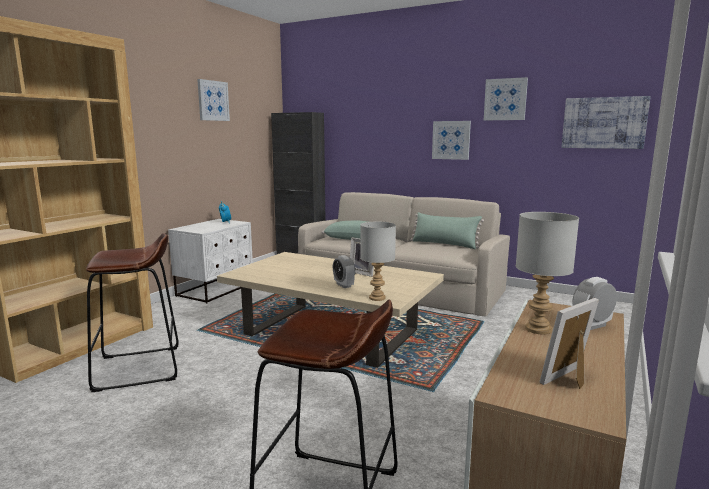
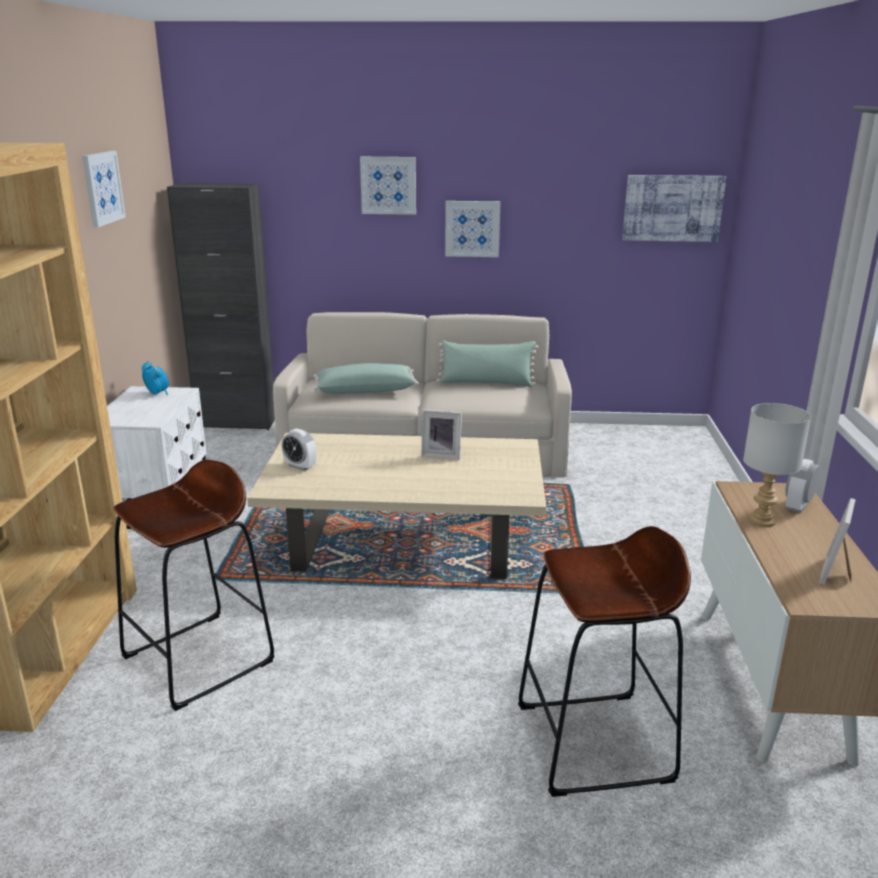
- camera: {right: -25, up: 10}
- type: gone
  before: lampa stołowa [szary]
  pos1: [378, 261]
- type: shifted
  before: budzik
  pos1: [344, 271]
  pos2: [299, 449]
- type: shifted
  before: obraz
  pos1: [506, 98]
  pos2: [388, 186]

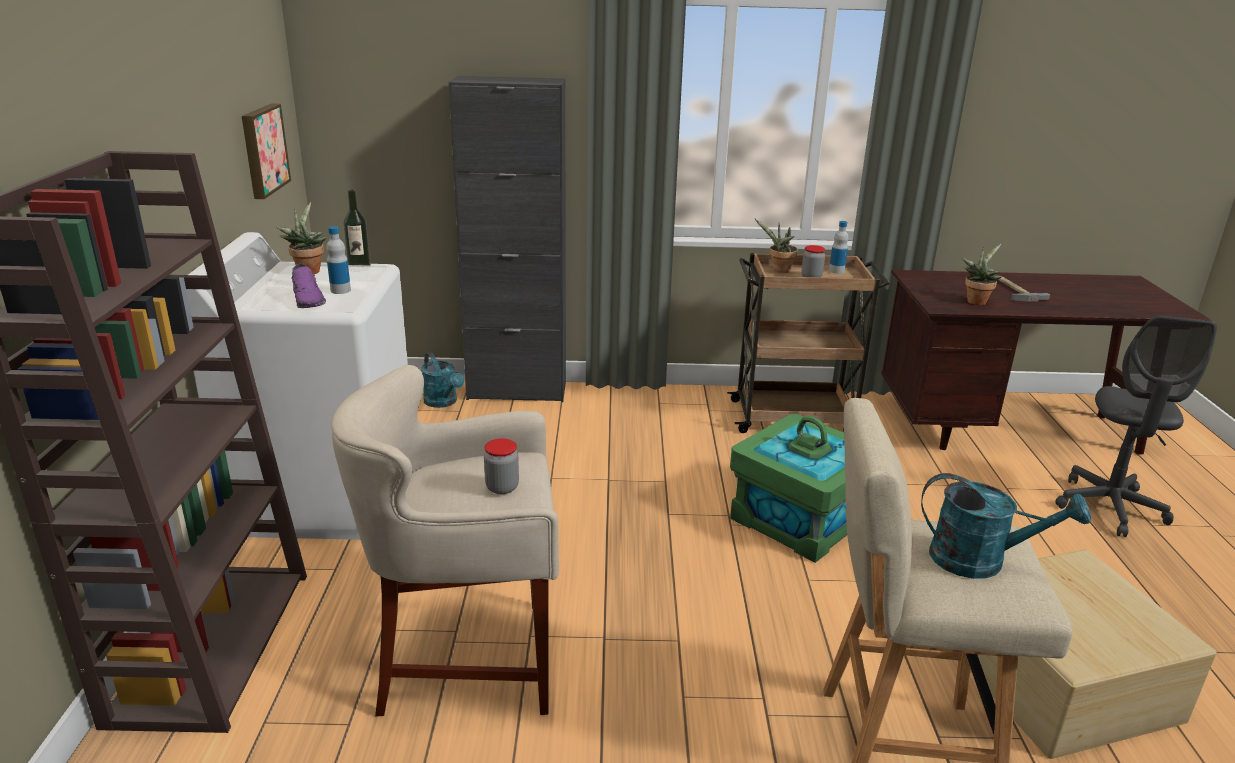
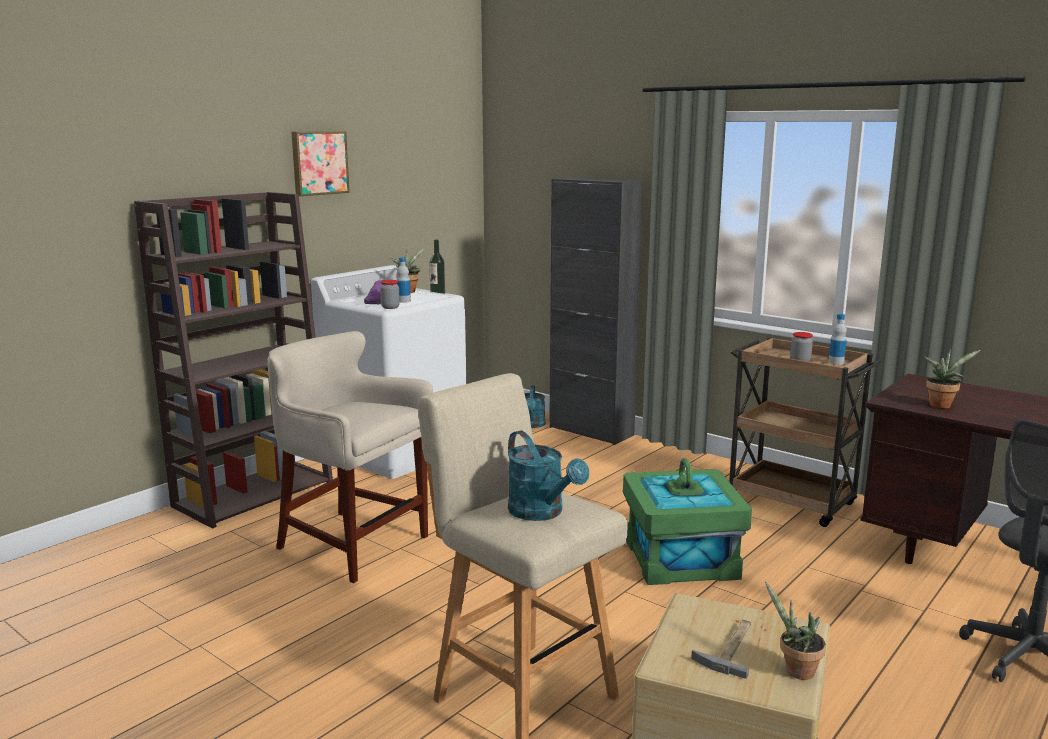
- camera: {right: 40, up: -10}
- type: shifted
  before: obraz
  pos1: [266, 151]
  pos2: [321, 163]
- type: shifted
  before: słoik
  pos1: [501, 466]
  pos2: [390, 294]
- type: shifted
  before: roślina doniczkowa
  pos1: [776, 246]
  pos2: [795, 630]
- type: shifted
  before: młotek
  pos1: [1024, 288]
  pos2: [721, 649]

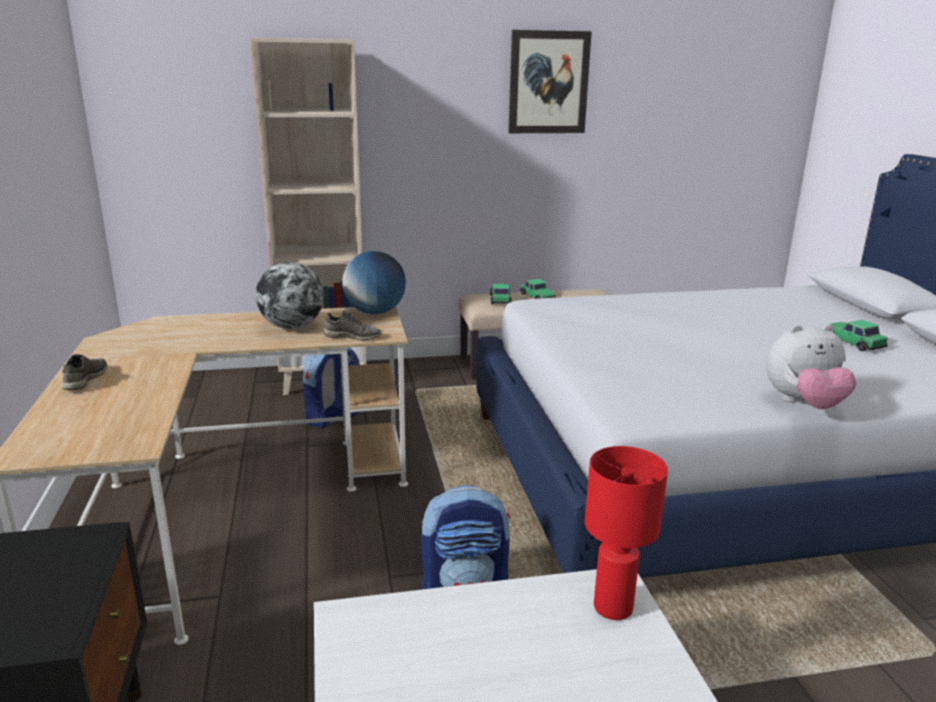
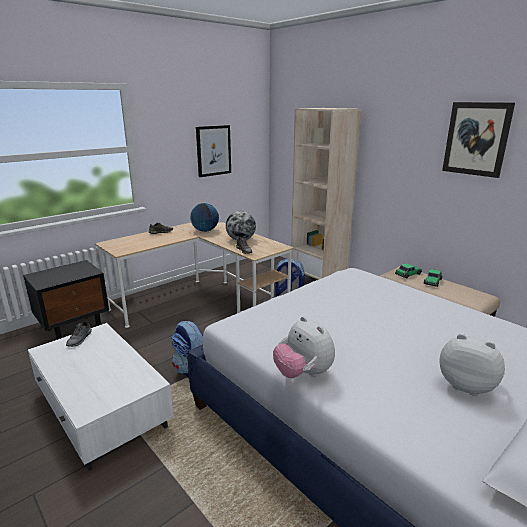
- camera: {right: 60, up: 0}
- type: gone
  before: lampa stołowa [czerwony]
  pos1: [626, 533]
- type: new
  after: but [szary]
  pos2: [79, 333]
- type: new
  after: obraz
  pos2: [213, 151]
- type: shifted
  before: globus
  pos1: [374, 282]
  pos2: [204, 217]
- type: swapped
  before: samochodzik
  after: pluszak
  pos1: [859, 335]
  pos2: [472, 365]

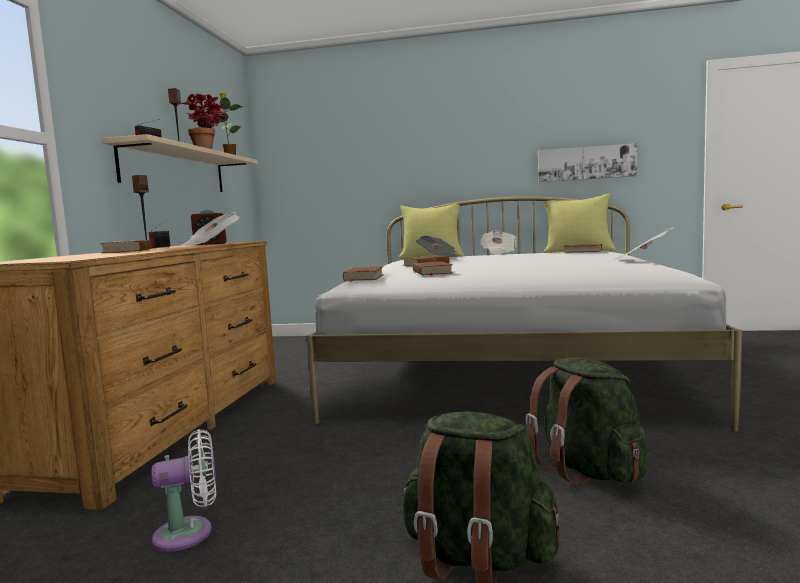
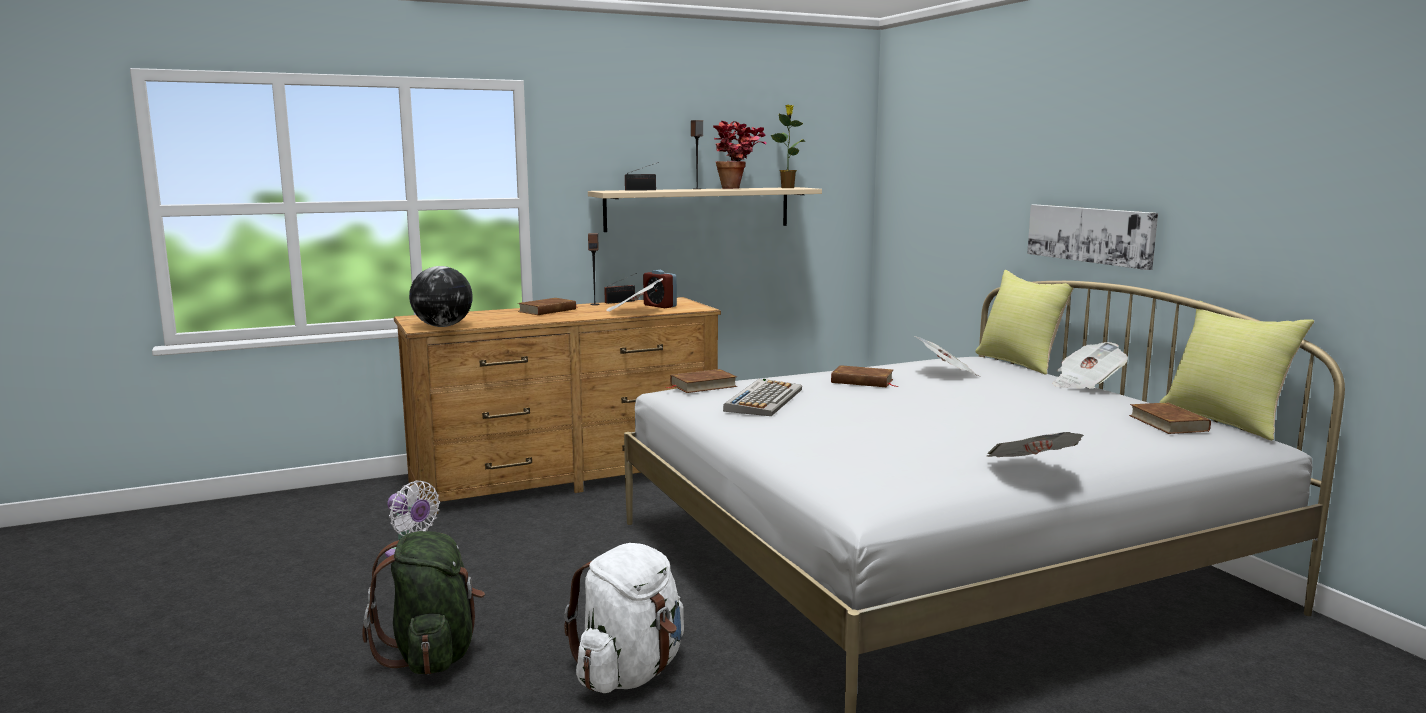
- camera: {right: 55, up: 5}
- type: new
  after: globus
  pos2: [441, 296]
- type: shifted
  before: obraz
  pos1: [587, 162]
  pos2: [1092, 237]
- type: swapped
  before: książka [brązowy]
  after: klawiatura
  pos1: [433, 268]
  pos2: [762, 397]
- type: repainted
  before: plecak [zielony]
  after: plecak [biały]
  pos1: [586, 421]
  pos2: [624, 618]

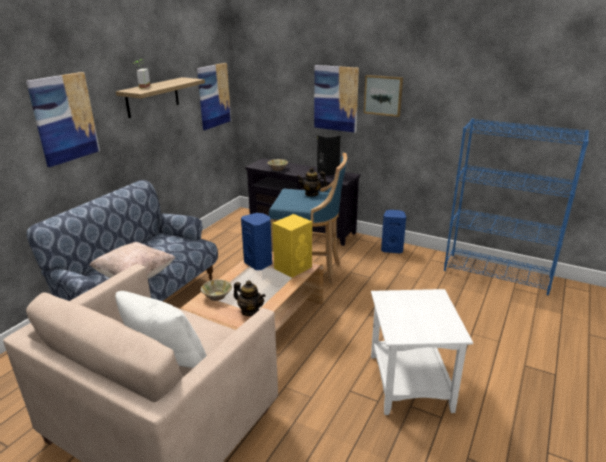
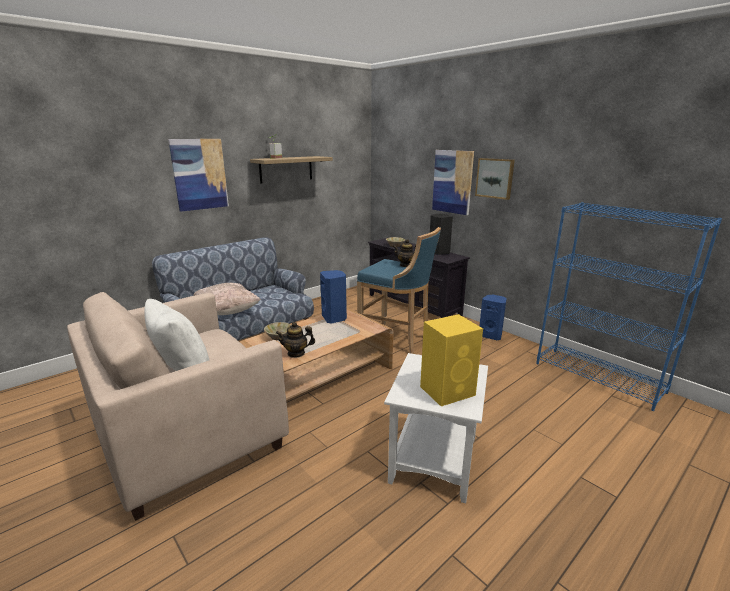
- camera: {right: 20, up: -5}
- type: gone
  before: obraz
  pos1: [214, 96]
- type: shifted
  before: głośnik [żółty]
  pos1: [292, 246]
  pos2: [451, 360]
- type: rotated
  before: imbryk
  pos1: [250, 298]
  pos2: [295, 340]
  turn: 120

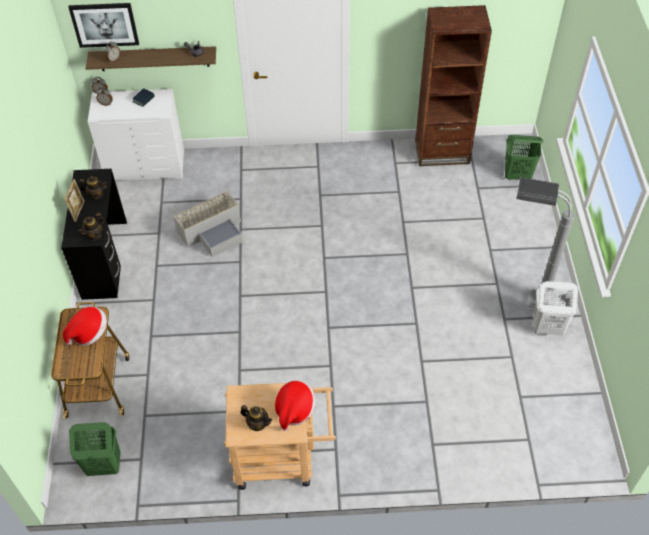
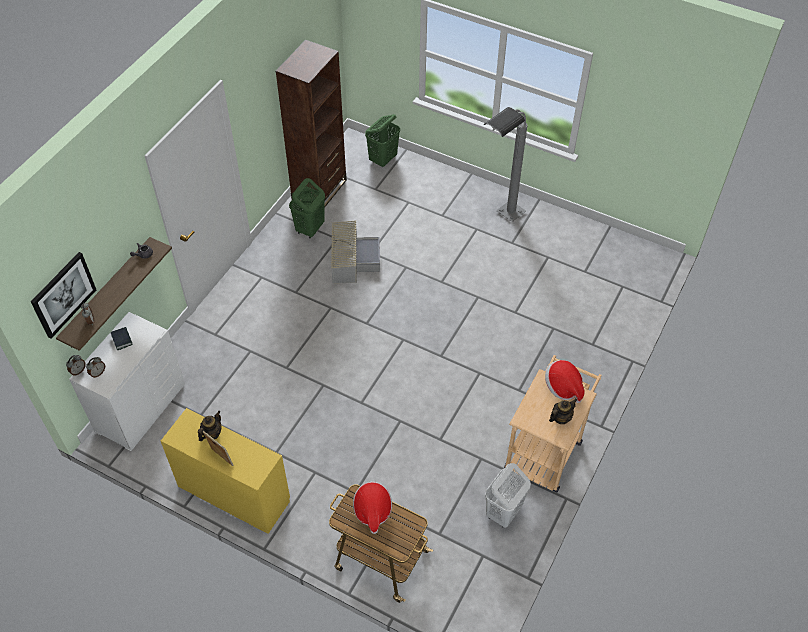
- camera: {right: -60, up: 0}
- type: gone
  before: imbryk
  pos1: [91, 227]
- type: shifted
  before: kosz na pranie [zielony]
  pos1: [94, 449]
  pos2: [307, 208]
- type: shifted
  before: pojemnik do przechowywania [szary]
  pos1: [208, 223]
  pos2: [355, 252]
- type: shifted
  before: kosz na pranie [biały]
  pos1: [555, 308]
  pos2: [508, 495]
- type: repainted
  before: biurko [czarny]
  after: biurko [żółty]
  pos1: [94, 234]
  pos2: [225, 471]

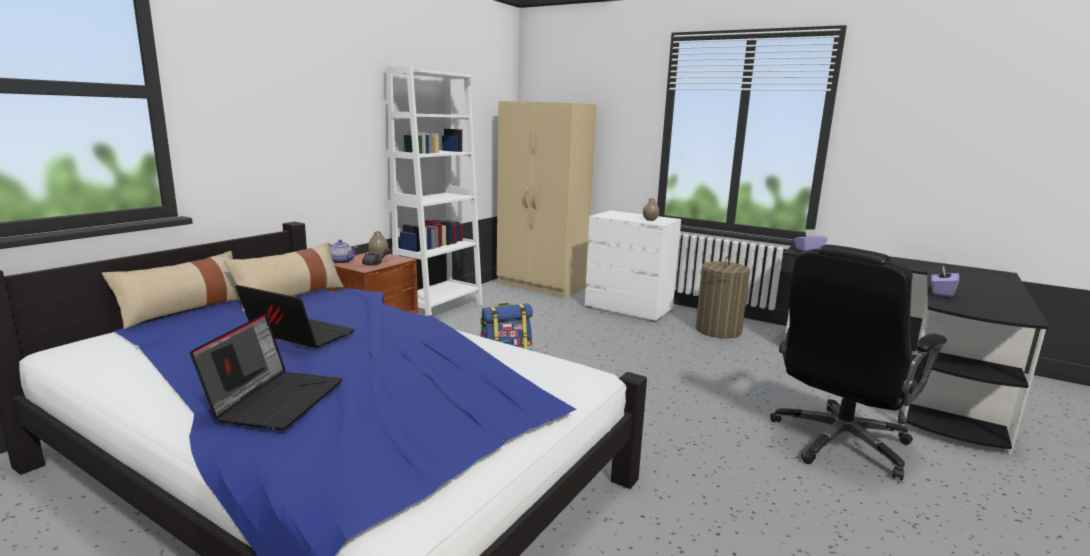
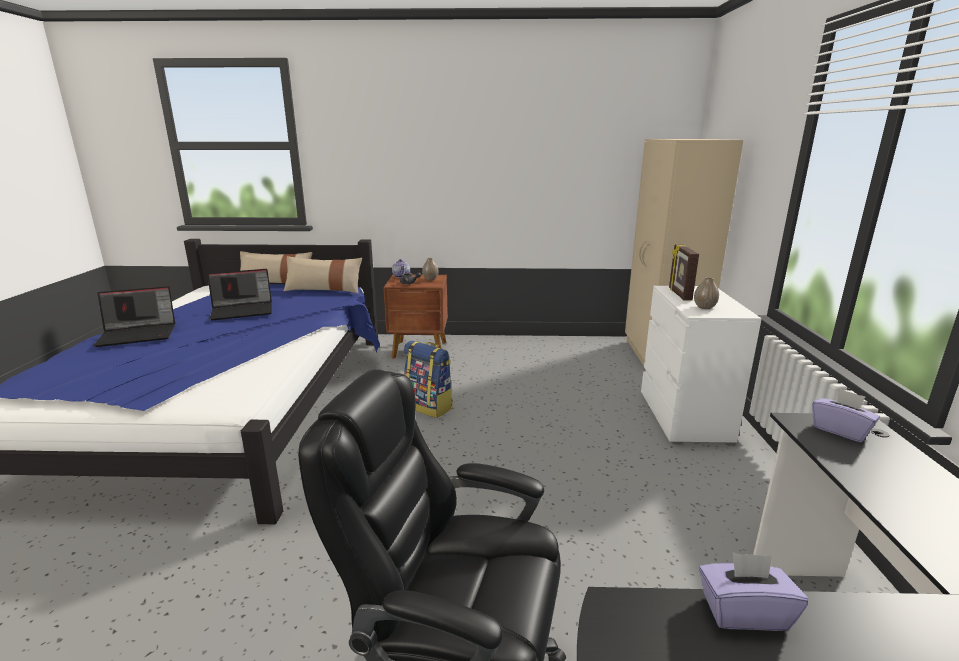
- camera: {right: 60, up: 5}
- type: gone
  before: regał [biały]
  pos1: [434, 191]
- type: gone
  before: kosz na pranie
  pos1: [723, 297]
- type: new
  after: ramka na zdjęcie
  pos2: [684, 272]
- type: rotated
  before: laptop
  pos1: [295, 316]
  pos2: [239, 294]
  turn: 75

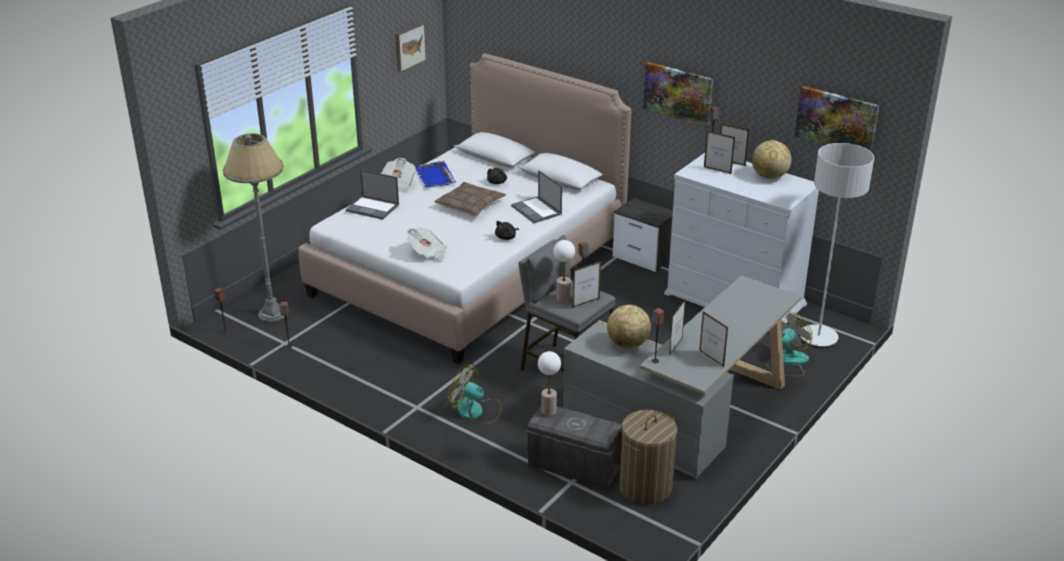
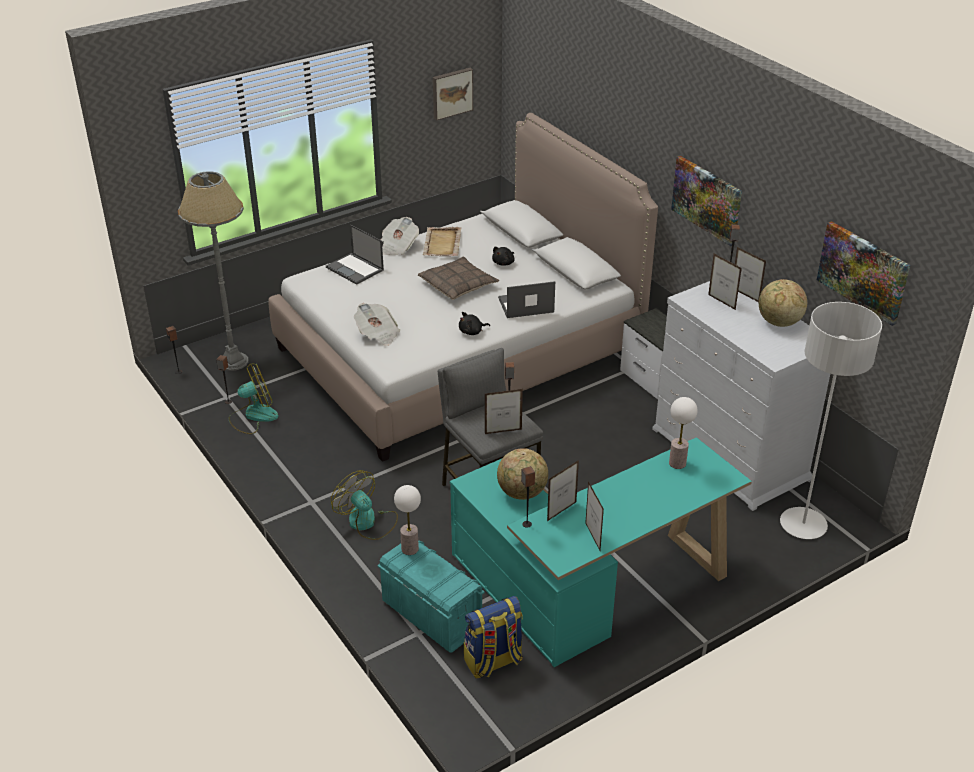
- camera: {right: 20, up: 5}
- type: shifted
  before: lampa stołowa
  pos1: [564, 271]
  pos2: [683, 433]
- type: shifted
  before: wentylator
  pos1: [789, 344]
  pos2: [254, 398]
- type: swapped
  before: kosz na pranie
  after: plecak
  pos1: [648, 457]
  pos2: [493, 637]
- type: repainted
  before: taca [niebieski]
  after: taca [beżowy]
  pos1: [435, 174]
  pos2: [442, 241]
- type: repainted
  before: pojemnik do przechowywania [szary]
  after: pojemnik do przechowywania [turkusowy]
  pos1: [574, 447]
  pos2: [431, 596]
- type: repainted
  before: biurko [szary]
  after: biurko [turkusowy]
  pos1: [682, 377]
  pos2: [601, 552]
- type: rotated
  before: laptop
  pos1: [536, 196]
  pos2: [526, 299]
  turn: 90

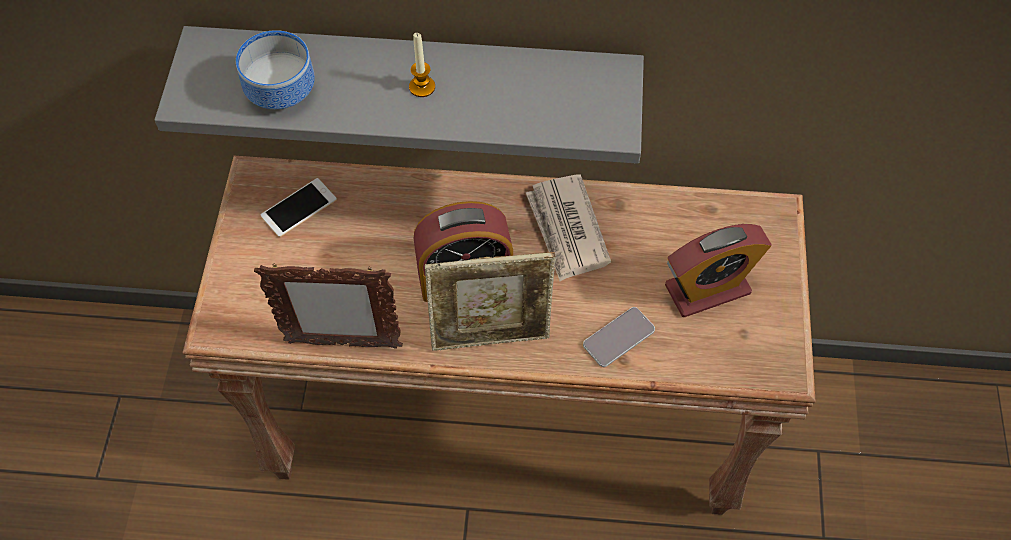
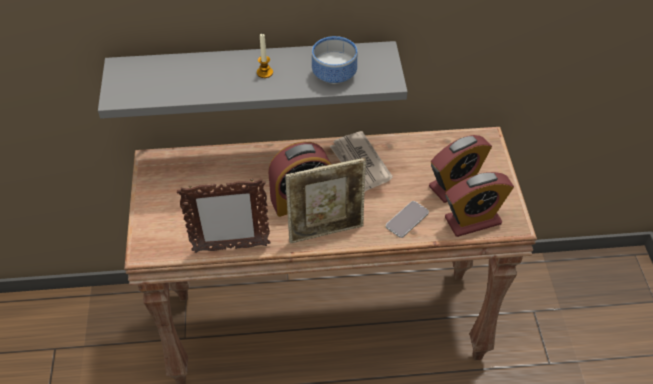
- camera: {right: -10, up: -10}
- type: gone
  before: telefon
  pos1: [299, 207]
- type: new
  after: budzik
  pos2: [479, 204]
- type: shifted
  before: miska
  pos1: [275, 69]
  pos2: [334, 60]

